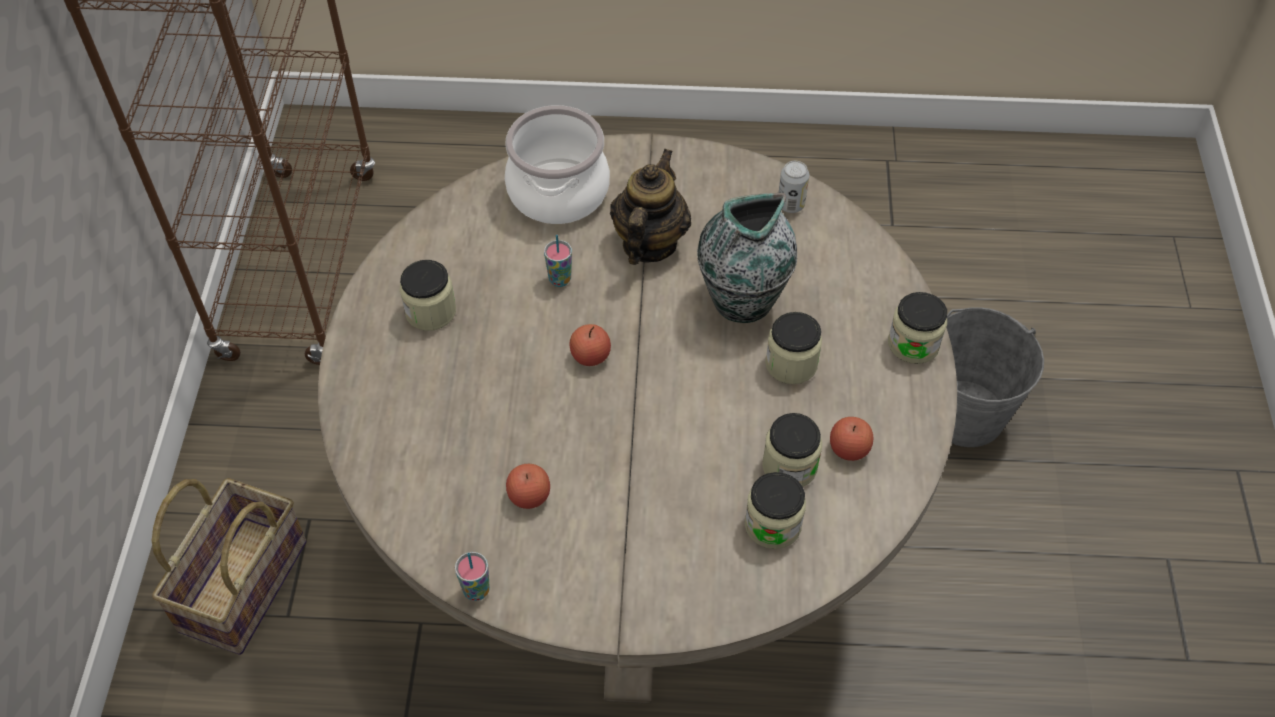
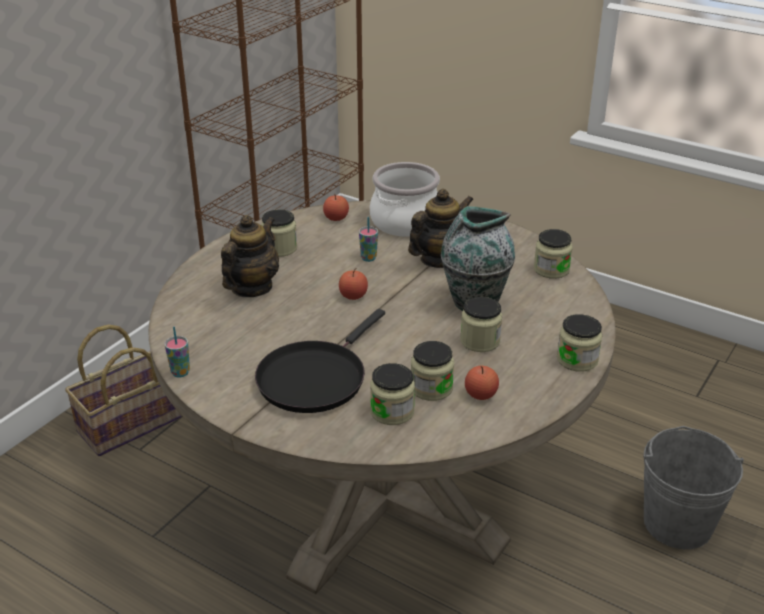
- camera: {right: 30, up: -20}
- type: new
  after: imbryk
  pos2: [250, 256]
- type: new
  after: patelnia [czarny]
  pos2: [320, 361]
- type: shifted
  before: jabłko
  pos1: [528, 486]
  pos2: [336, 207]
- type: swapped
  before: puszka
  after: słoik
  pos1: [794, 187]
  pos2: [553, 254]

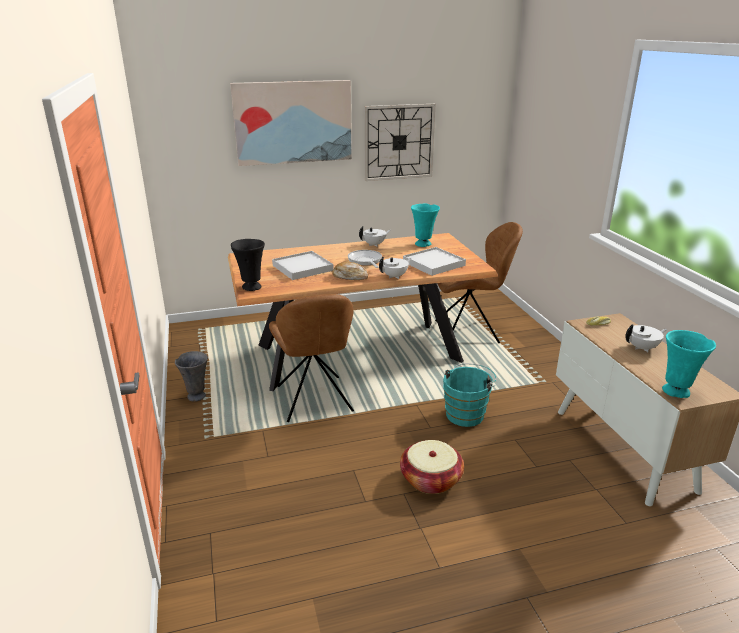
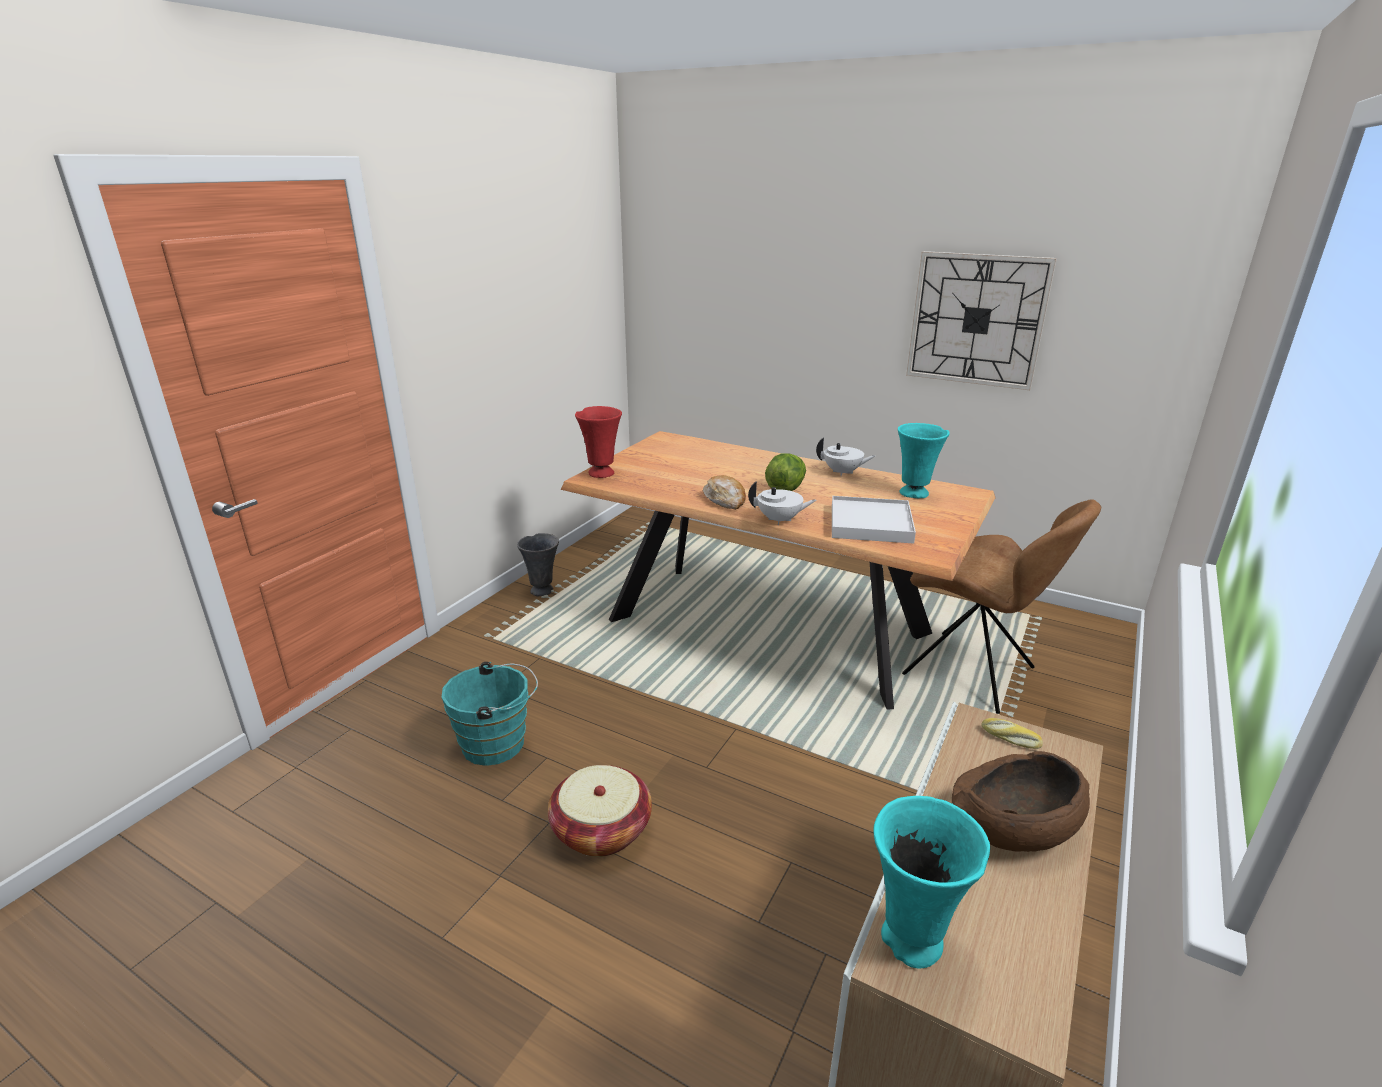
- camera: {right: 45, up: 0}
- type: gone
  before: obraz
  pos1: [291, 123]
- type: gone
  before: krzesło [brązowy]
  pos1: [311, 358]
- type: gone
  before: taca [biały]
  pos1: [302, 265]
- type: shifted
  before: wiadro [turkusowy]
  pos1: [469, 395]
  pos2: [490, 714]
- type: swapped
  before: patelnia
  after: sałata
  pos1: [365, 259]
  pos2: [785, 472]
- type: swapped
  before: imbryk [biały]
  after: miska [brązowy]
  pos1: [646, 338]
  pos2: [1021, 801]
- type: repainted
  before: wazon [czarny]
  after: wazon [czerwony]
  pos1: [248, 265]
  pos2: [598, 442]

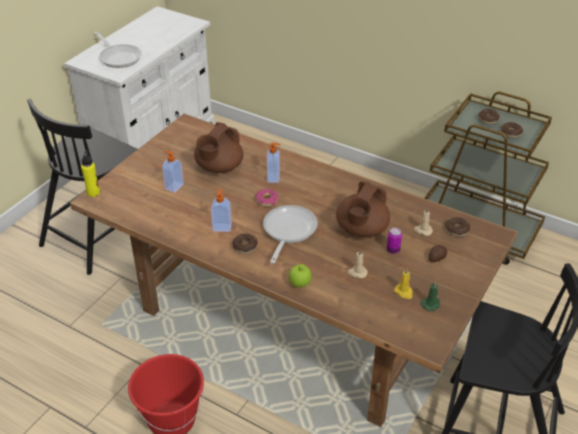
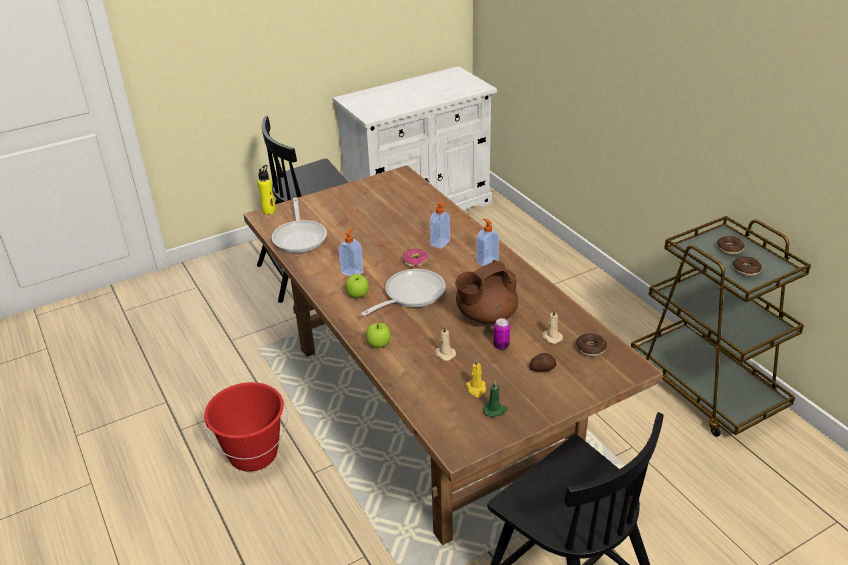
- camera: {right: 30, up: -5}
- type: gone
  before: imbryk [brązowy]
  pos1: [218, 147]
- type: shifted
  before: patelnia
  pos1: [118, 50]
  pos2: [299, 225]
- type: shifted
  before: dozownik mydła
  pos1: [173, 172]
  pos2: [488, 243]
- type: swapped
  before: donut
  after: jabłko
  pos1: [245, 244]
  pos2: [357, 286]

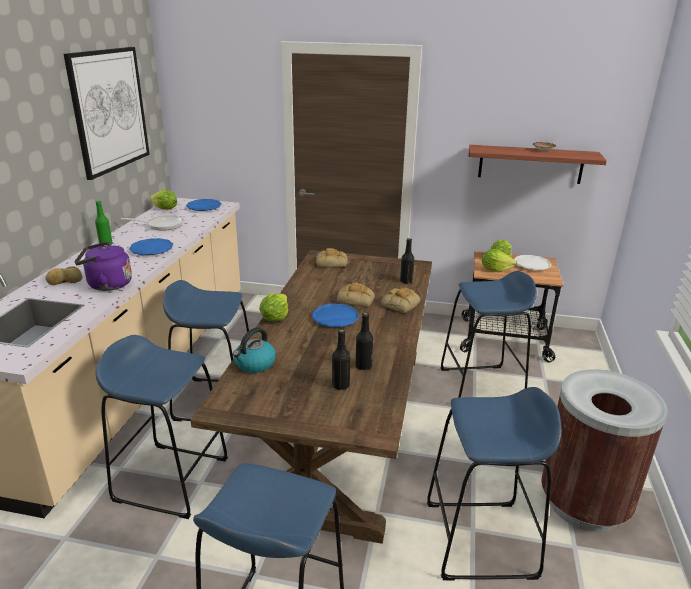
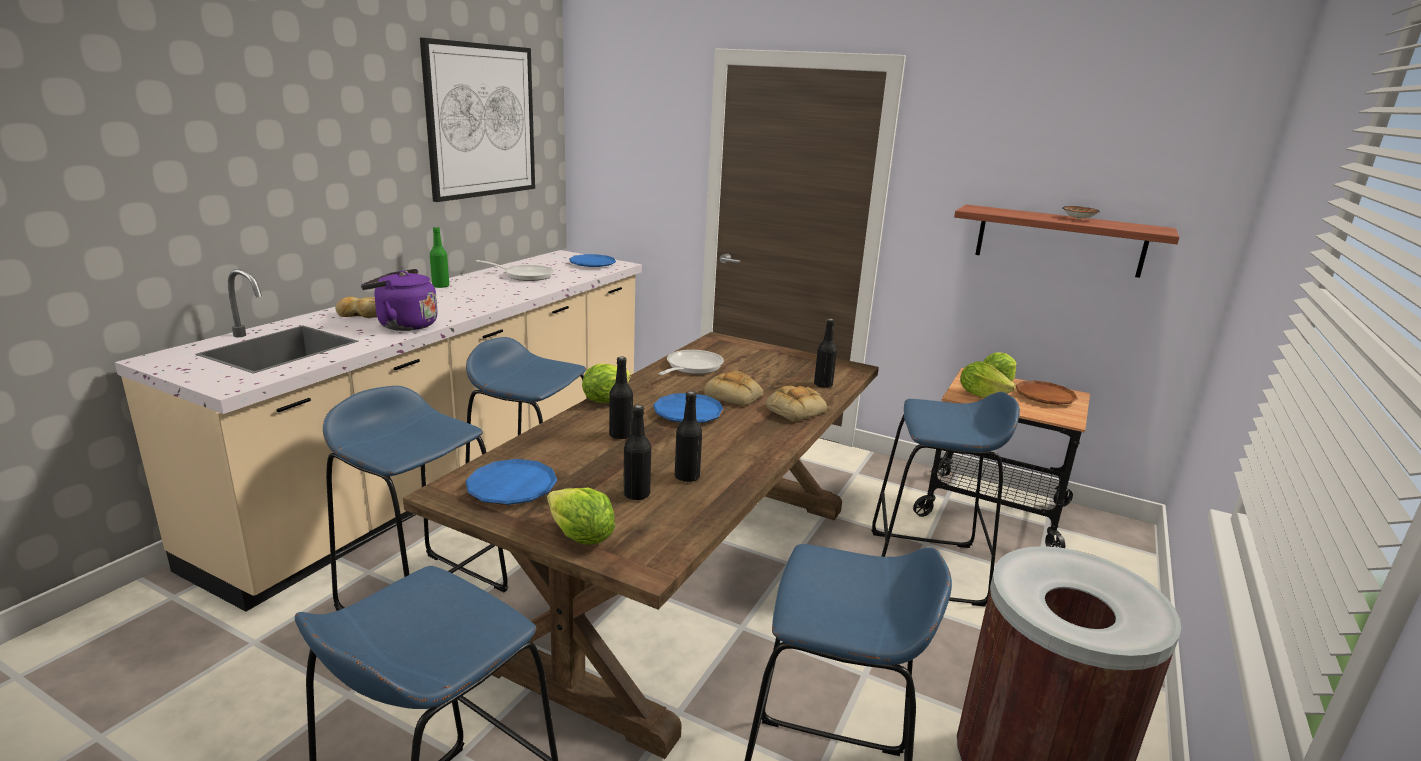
- camera: {right: 15, up: -5}
- type: gone
  before: czajnik
  pos1: [254, 350]
- type: gone
  before: chleb
  pos1: [332, 257]
- type: new
  after: butelka [czarny]
  pos2: [621, 398]
- type: new
  after: patelnia
  pos2: [691, 362]
- type: shifted
  before: talerz [niebieski]
  pos1: [151, 246]
  pos2: [511, 482]
- type: shifted
  before: sałata
  pos1: [163, 199]
  pos2: [581, 516]
- type: repainted
  before: talerz [biały]
  after: talerz [brązowy]
  pos1: [533, 262]
  pos2: [1047, 393]

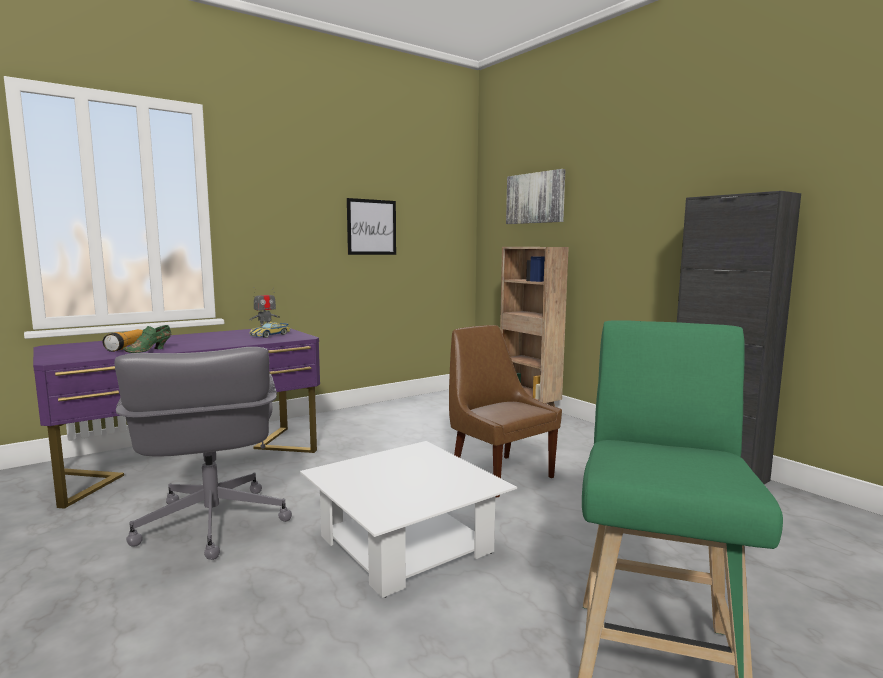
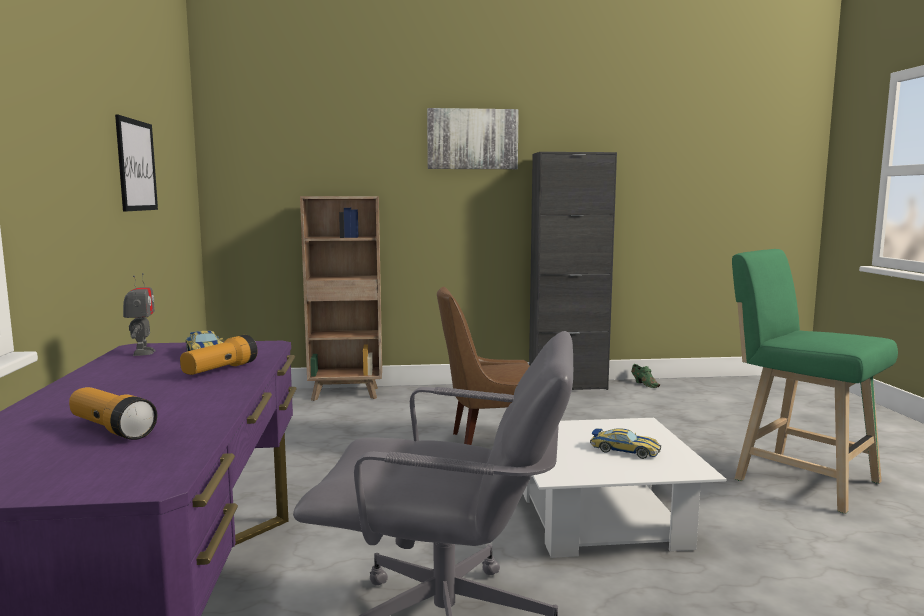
- camera: {right: -60, up: 0}
- type: new
  after: latarka
  pos2: [219, 355]
- type: new
  after: samochodzik
  pos2: [625, 443]
- type: shifted
  before: but [zielony]
  pos1: [147, 339]
  pos2: [645, 376]
- type: shifted
  before: obraz
  pos1: [536, 196]
  pos2: [473, 138]

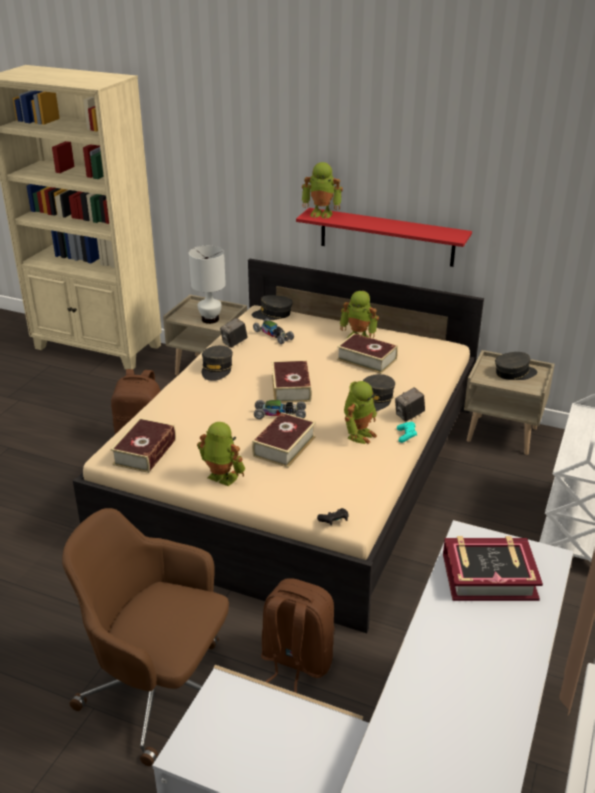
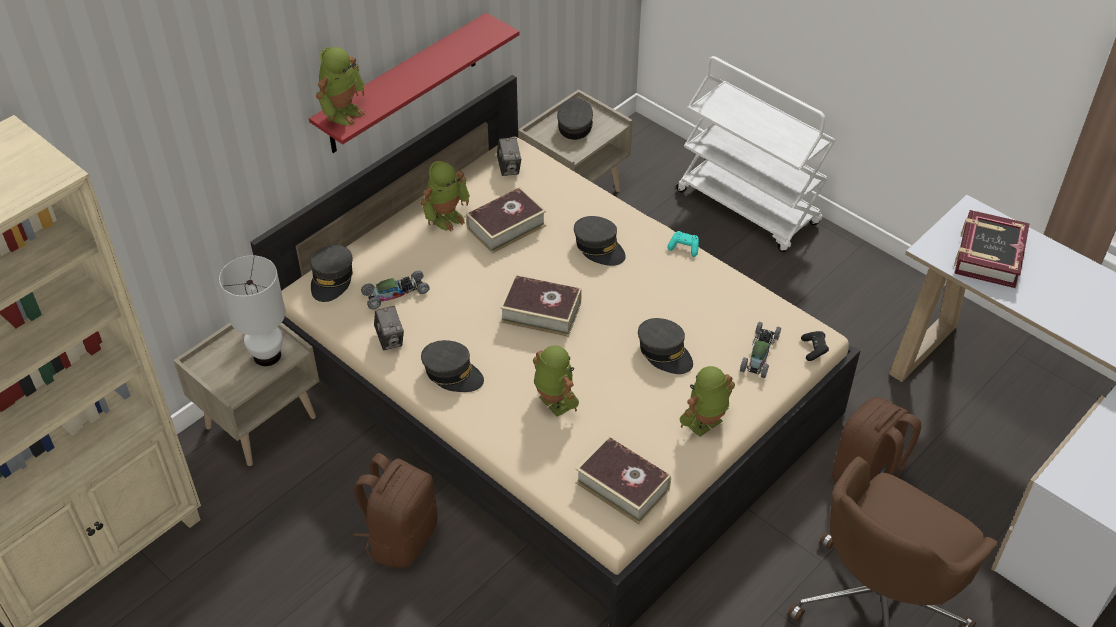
- camera: {right: -70, up: 15}
- type: shifted
  before: samochodzik
  pos1: [280, 409]
  pos2: [760, 350]
- type: shifted
  before: robot zabawkowy
  pos1: [360, 412]
  pos2: [556, 380]
- type: shifted
  before: aparat fotograficzny
  pos1: [410, 404]
  pos2: [509, 156]
- type: swapped
  before: książka
  after: czapka z daszkiem [szary]
  pos1: [284, 440]
  pos2: [665, 346]

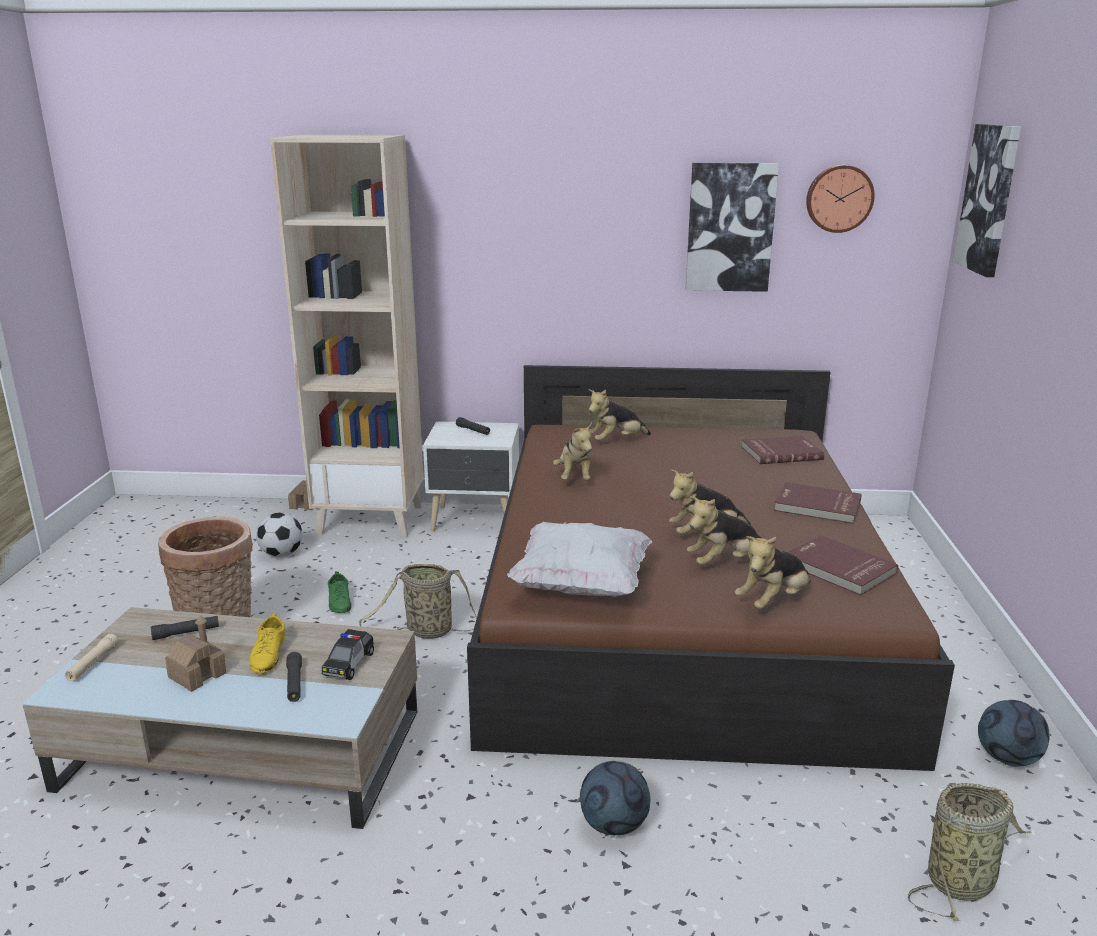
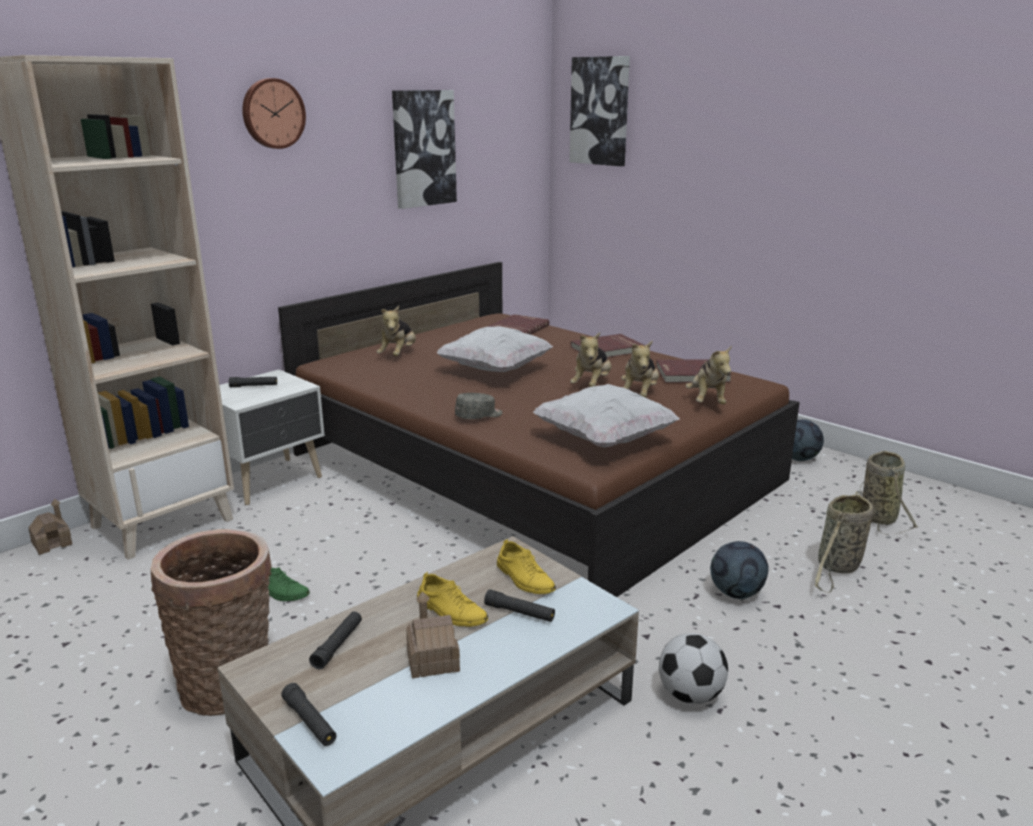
- camera: {right: -50, up: 0}
- type: gone
  before: pluszak
  pos1: [572, 452]
- type: new
  after: poduszka [biały]
  pos2: [495, 349]
- type: new
  after: czapka z daszkiem [szary]
  pos2: [479, 406]
- type: shifted
  before: piłka futbolowa
  pos1: [279, 534]
  pos2: [693, 668]
- type: shifted
  before: koszyk
  pos1: [418, 601]
  pos2: [844, 542]
- type: shifted
  before: zegar ścienny
  pos1: [840, 199]
  pos2: [274, 113]
- type: swapped
  before: samochodzik
  after: but [żółty]
  pos1: [348, 654]
  pos2: [526, 566]
- type: repainted
  before: latarka [beżowy]
  after: latarka [czarny]
  pos1: [92, 657]
  pos2: [309, 714]

